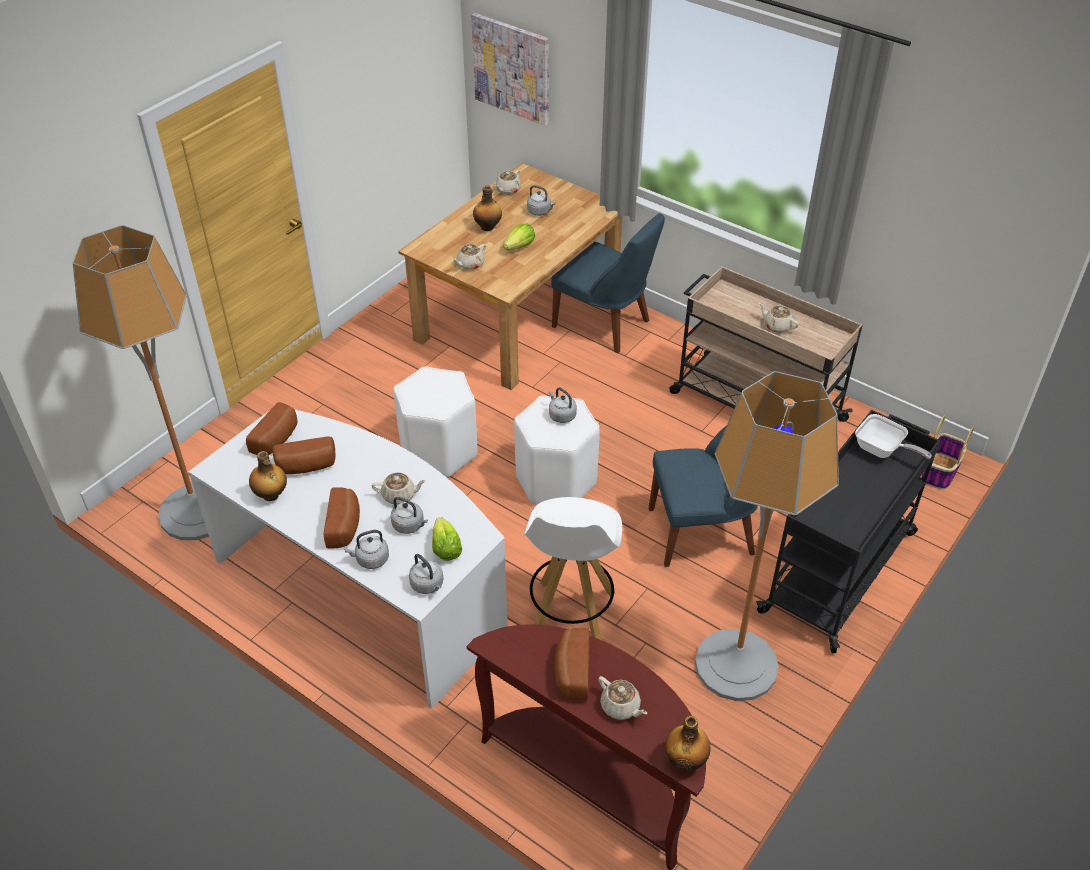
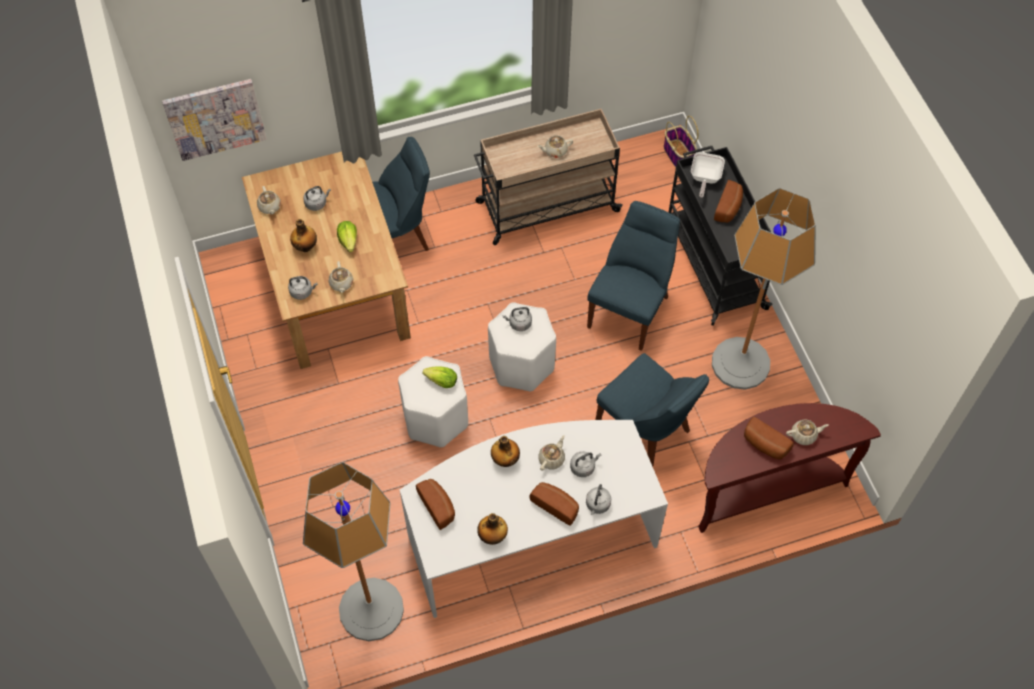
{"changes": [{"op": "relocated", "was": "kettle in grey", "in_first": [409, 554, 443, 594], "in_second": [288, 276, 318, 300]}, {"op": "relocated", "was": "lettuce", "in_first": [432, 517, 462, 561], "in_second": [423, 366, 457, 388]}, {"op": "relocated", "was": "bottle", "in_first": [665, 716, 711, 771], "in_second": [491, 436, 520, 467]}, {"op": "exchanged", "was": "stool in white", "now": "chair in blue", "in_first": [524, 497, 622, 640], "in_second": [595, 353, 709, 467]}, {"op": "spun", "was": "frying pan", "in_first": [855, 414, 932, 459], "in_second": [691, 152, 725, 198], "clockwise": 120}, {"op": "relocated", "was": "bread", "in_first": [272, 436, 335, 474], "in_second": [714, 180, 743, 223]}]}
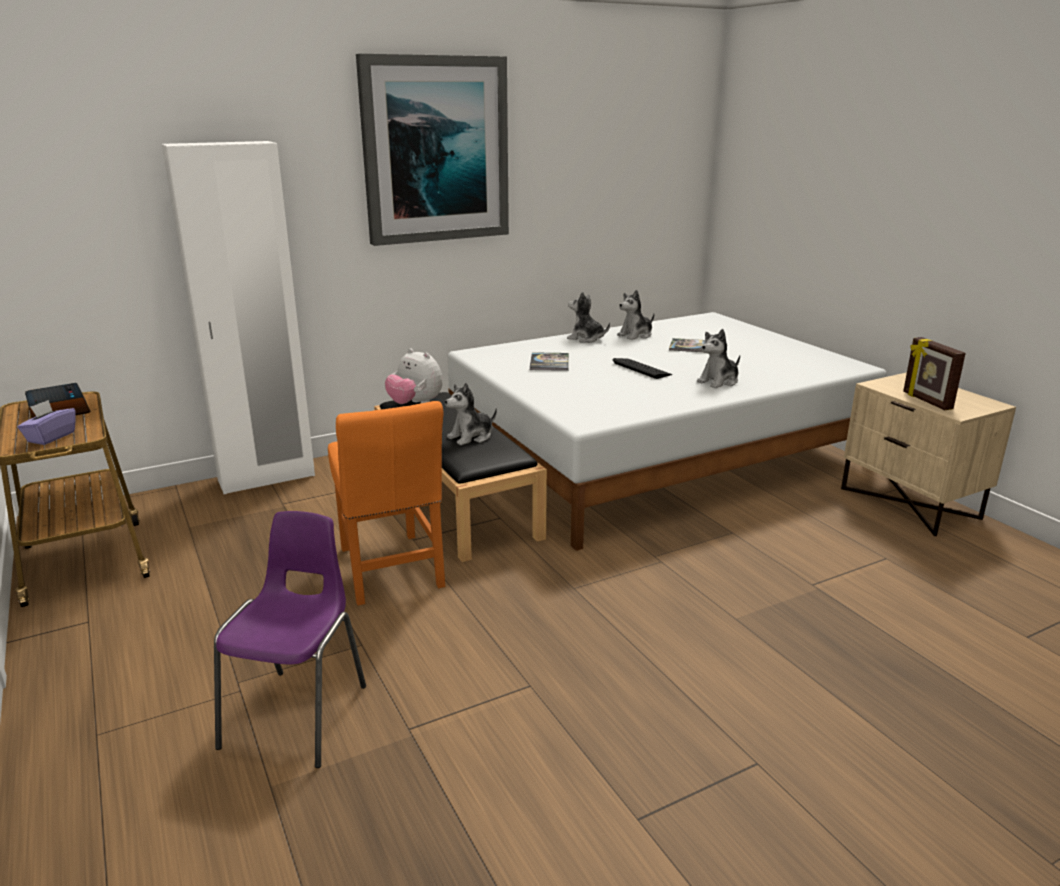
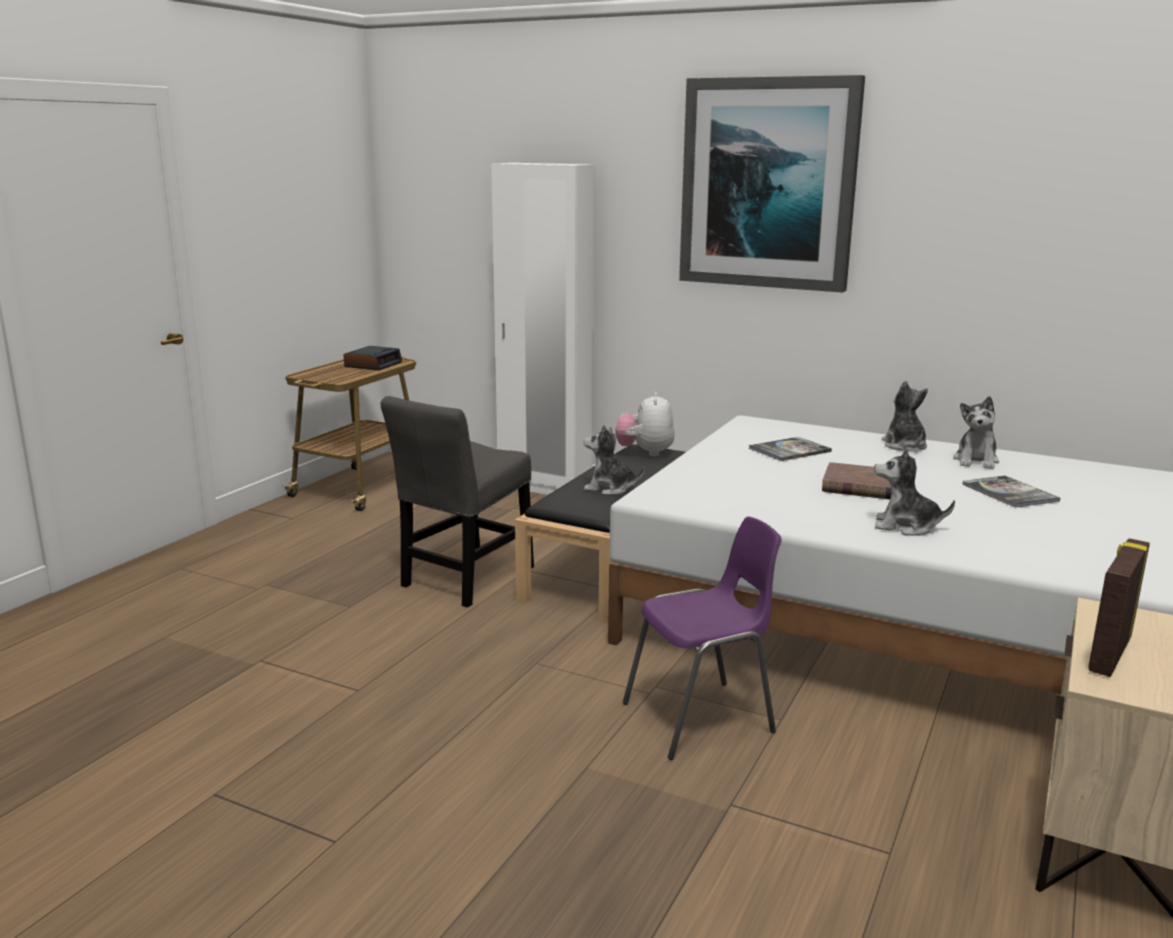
{"changes": [{"op": "colour", "was": "chair in orange", "now": "chair in grey", "in_first": [328, 401, 445, 606], "in_second": [381, 396, 534, 607]}, {"op": "relocated", "was": "chair in purple", "in_first": [214, 511, 366, 768], "in_second": [623, 516, 782, 760]}, {"op": "exchanged", "was": "keyboard", "now": "book in brown", "in_first": [613, 358, 673, 379], "in_second": [822, 462, 891, 499]}, {"op": "spun", "was": "plush toy", "in_first": [617, 290, 654, 340], "in_second": [953, 396, 999, 469], "clockwise": -90}, {"op": "missing", "was": "tissue box in purple", "in_first": [17, 400, 75, 445]}]}
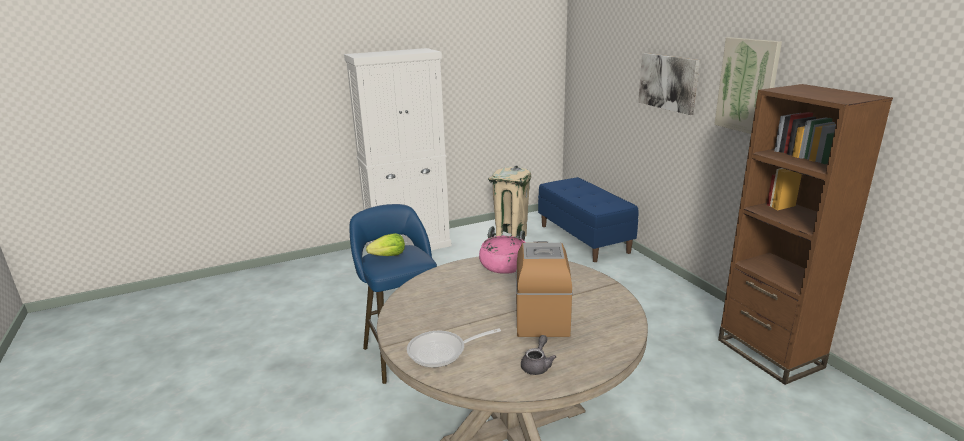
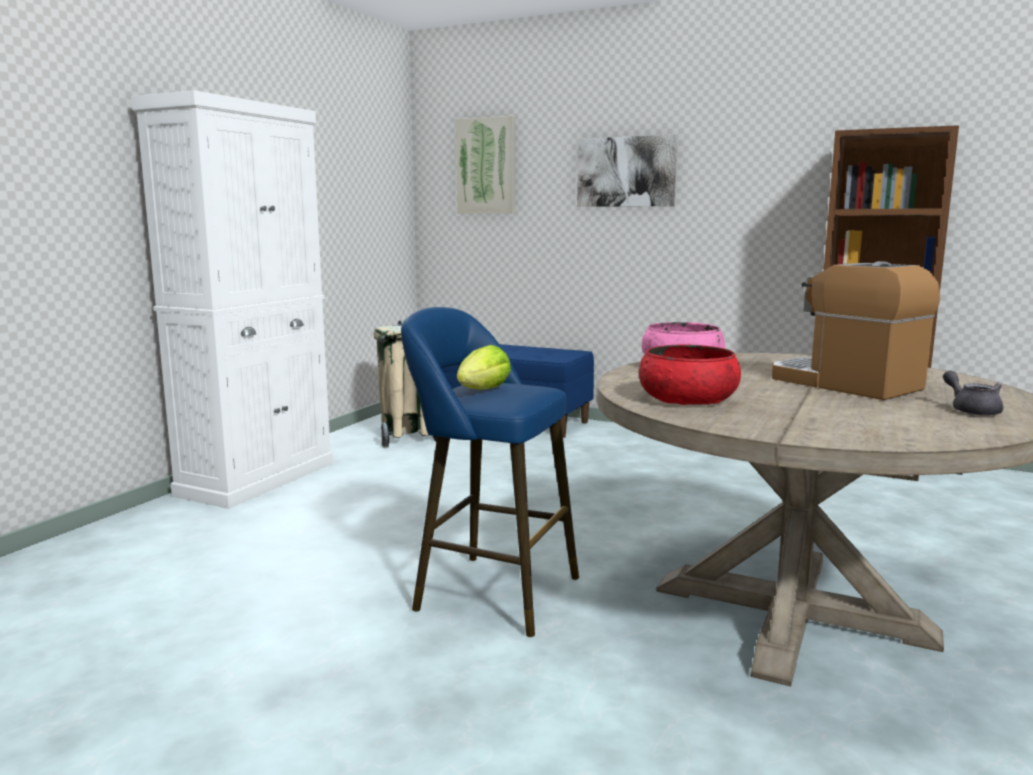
{"changes": [{"op": "relocated", "was": "picture", "in_first": [714, 37, 782, 134], "in_second": [456, 116, 515, 214]}, {"op": "appeared", "now": "bowl in red", "in_second": [639, 344, 741, 405]}, {"op": "missing", "was": "frying pan", "in_first": [407, 328, 501, 368]}]}
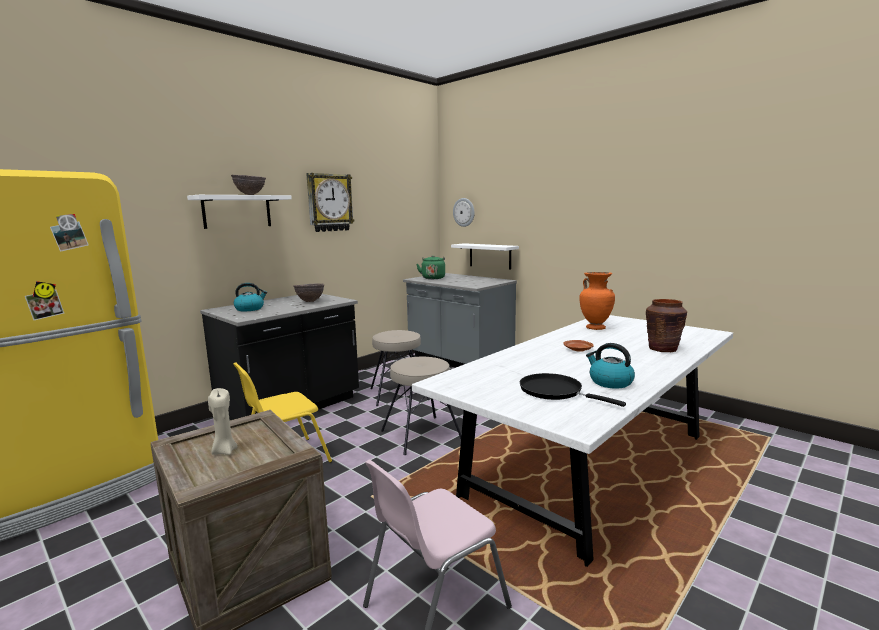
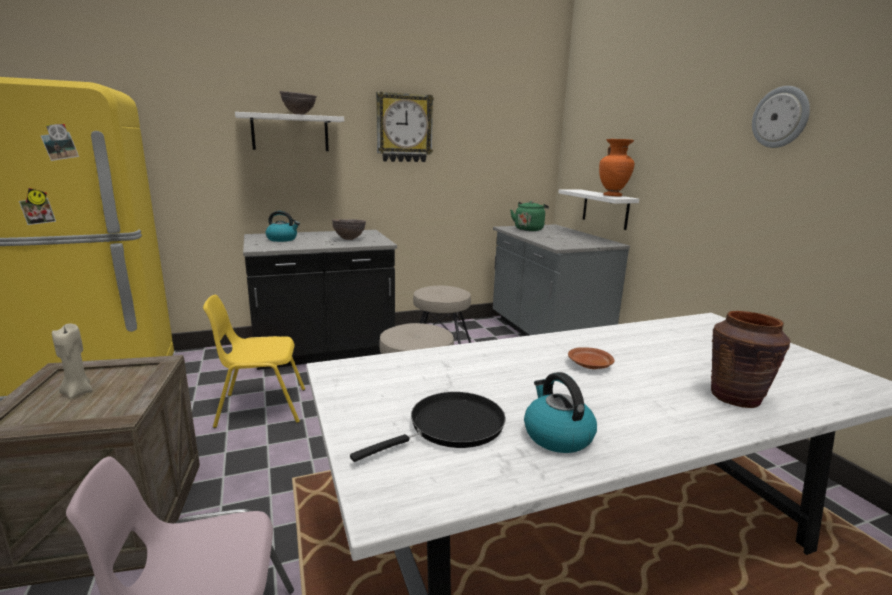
{"changes": [{"op": "spun", "was": "frying pan in black", "in_first": [520, 373, 626, 407], "in_second": [350, 392, 506, 462], "clockwise": 75}, {"op": "relocated", "was": "vase in orange", "in_first": [579, 272, 615, 330], "in_second": [599, 139, 634, 197]}, {"op": "relocated", "was": "wall clock", "in_first": [453, 198, 475, 227], "in_second": [752, 86, 810, 148]}]}
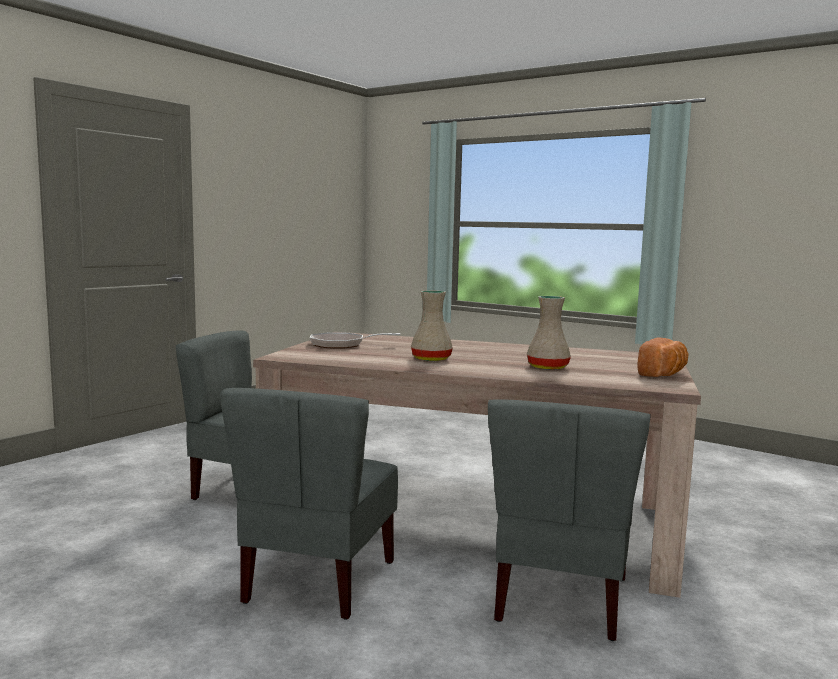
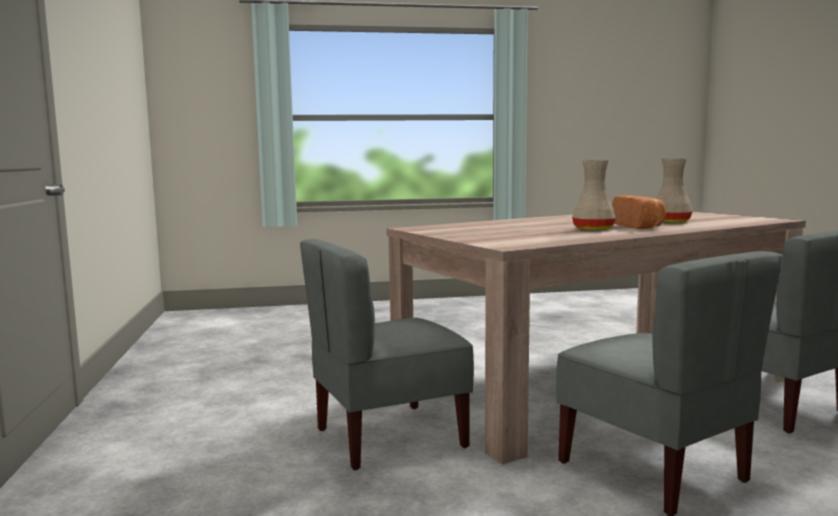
{"changes": [{"op": "relocated", "was": "bread", "in_first": [637, 337, 689, 377], "in_second": [612, 195, 666, 229]}, {"op": "missing", "was": "frying pan", "in_first": [310, 332, 400, 349]}]}
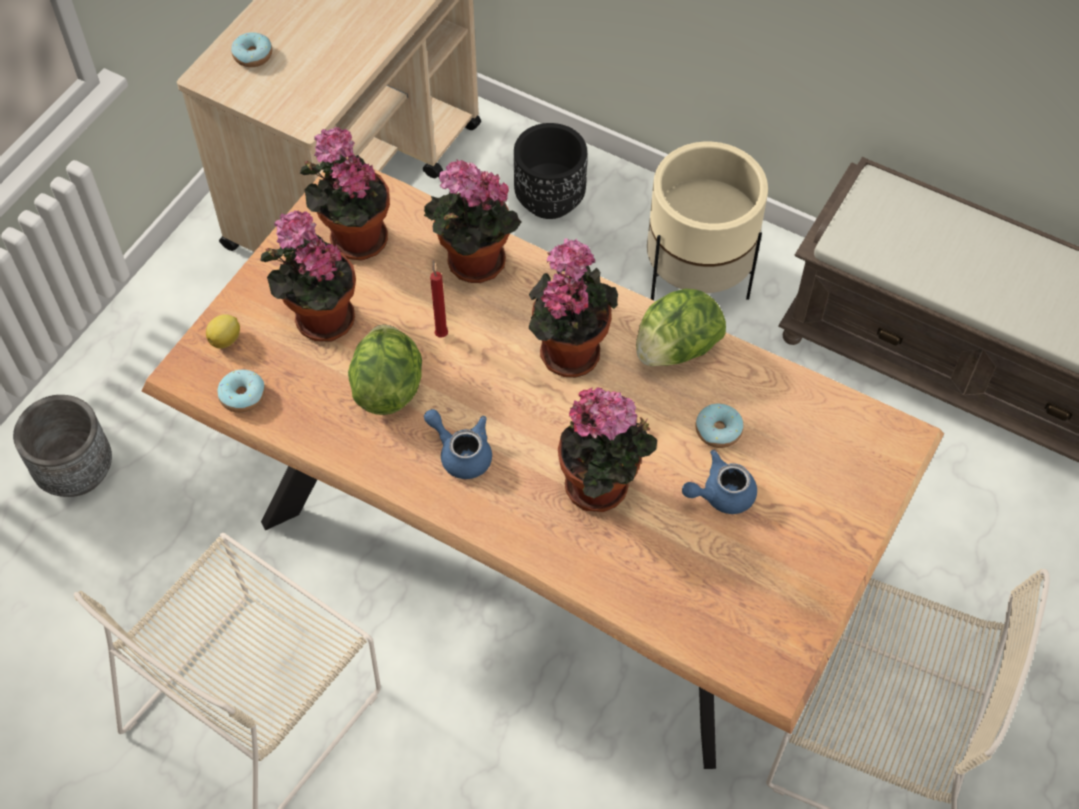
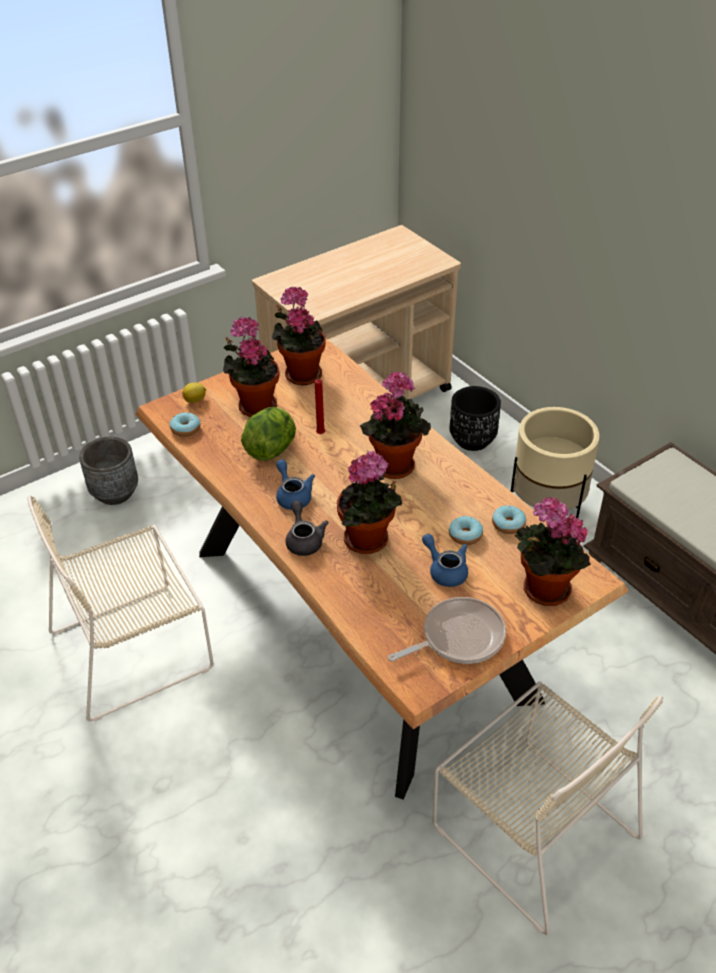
{"changes": [{"op": "appeared", "now": "teapot in grey", "in_second": [286, 501, 329, 556]}, {"op": "appeared", "now": "frying pan", "in_second": [388, 597, 506, 664]}, {"op": "spun", "was": "teapot in blue", "in_first": [682, 450, 757, 514], "in_second": [422, 534, 468, 587], "clockwise": 45}, {"op": "relocated", "was": "donut", "in_first": [231, 32, 272, 67], "in_second": [492, 505, 526, 534]}, {"op": "relocated", "was": "potted plant", "in_first": [423, 159, 522, 283], "in_second": [515, 497, 591, 606]}, {"op": "missing", "was": "lettuce", "in_first": [636, 289, 726, 366]}]}
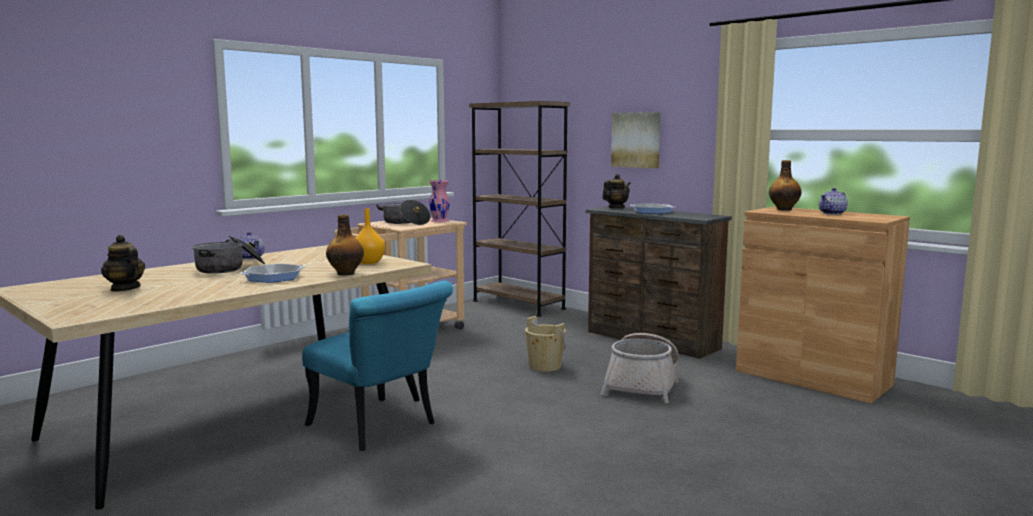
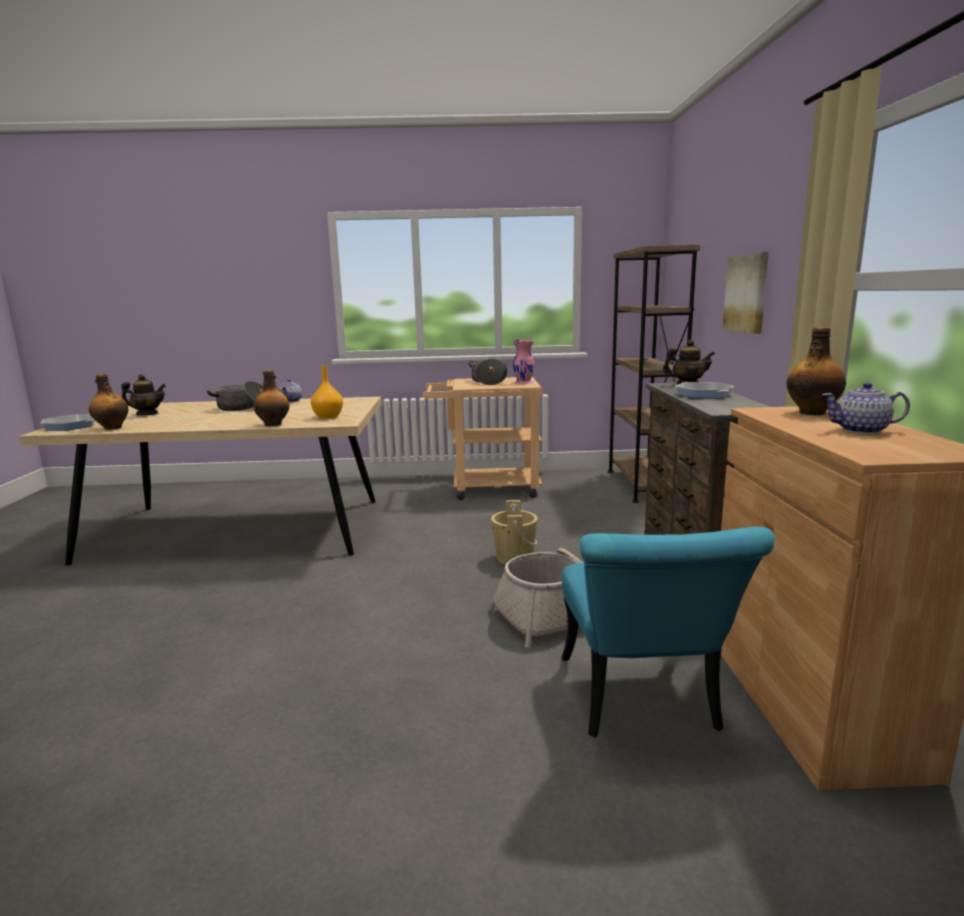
{"changes": [{"op": "relocated", "was": "frying pan", "in_first": [240, 264, 306, 283], "in_second": [40, 414, 95, 431]}, {"op": "appeared", "now": "bottle", "in_second": [89, 374, 128, 430]}, {"op": "spun", "was": "teapot", "in_first": [101, 235, 145, 292], "in_second": [121, 374, 166, 415], "clockwise": 90}, {"op": "relocated", "was": "chair in turquoise", "in_first": [302, 281, 453, 451], "in_second": [561, 527, 775, 737]}]}
